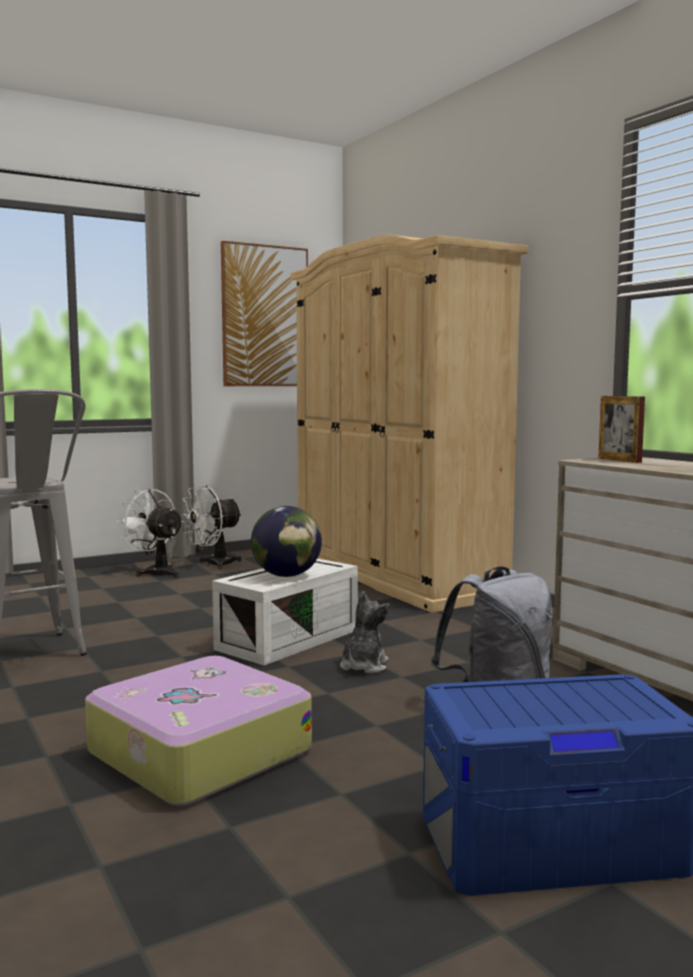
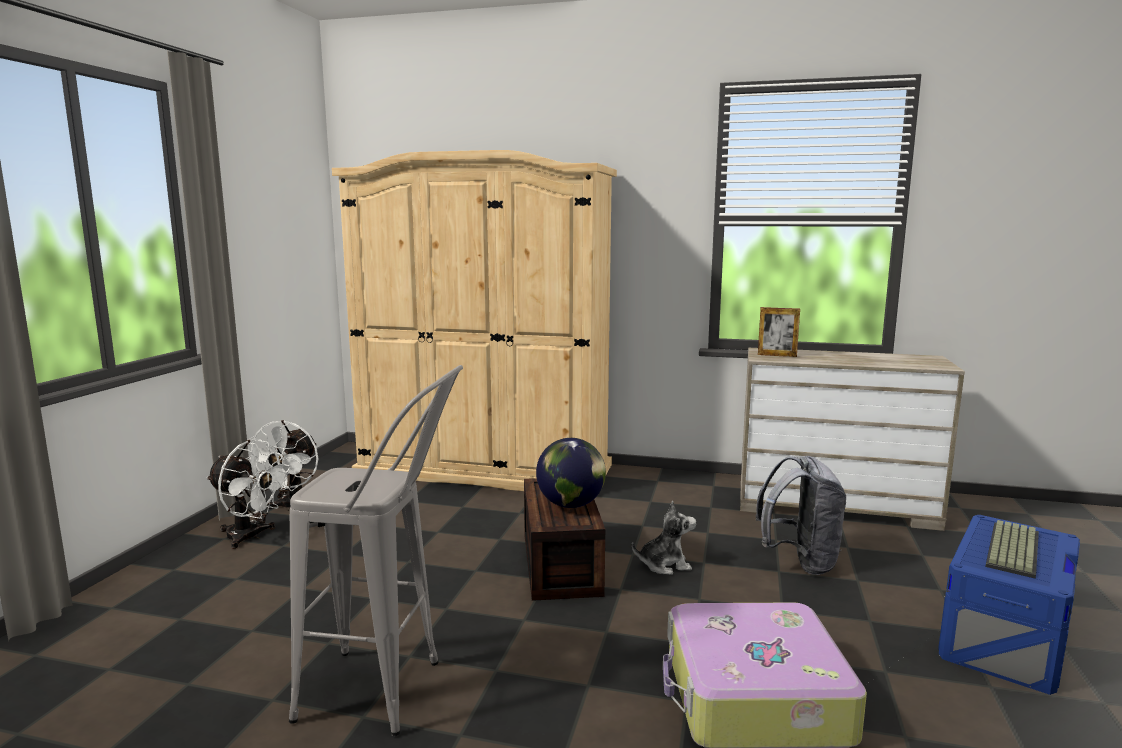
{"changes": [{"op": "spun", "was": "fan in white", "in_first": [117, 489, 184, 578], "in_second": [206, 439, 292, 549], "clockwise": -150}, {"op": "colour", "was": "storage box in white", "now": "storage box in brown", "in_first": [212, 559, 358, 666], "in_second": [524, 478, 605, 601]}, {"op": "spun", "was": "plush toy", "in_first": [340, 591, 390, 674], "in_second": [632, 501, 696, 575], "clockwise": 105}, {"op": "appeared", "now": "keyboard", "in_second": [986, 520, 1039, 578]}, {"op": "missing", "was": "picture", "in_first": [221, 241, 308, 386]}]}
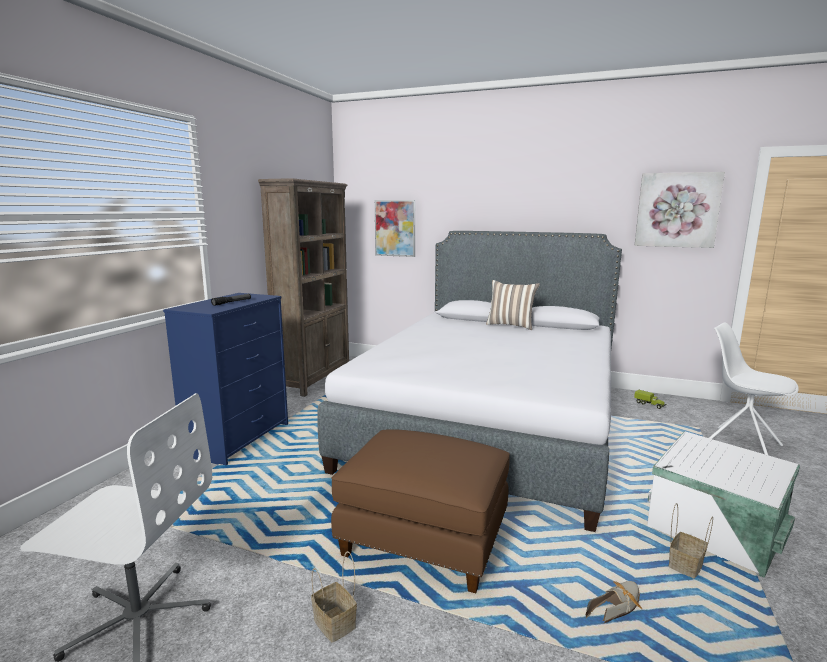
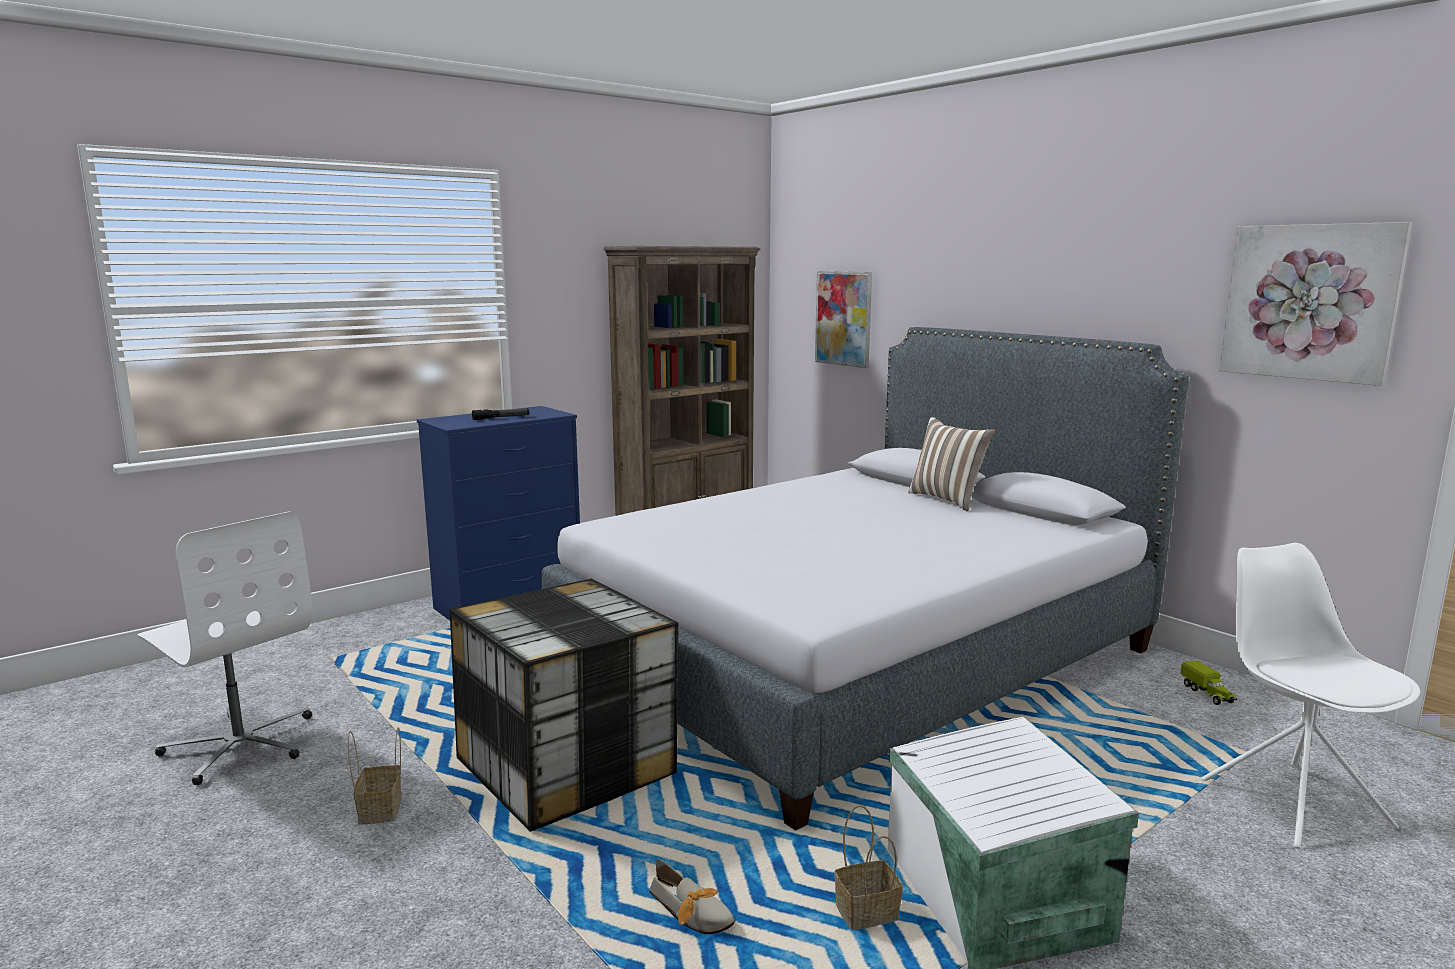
{"changes": [{"op": "exchanged", "was": "ottoman in brown", "now": "storage box", "in_first": [331, 429, 510, 593], "in_second": [450, 579, 679, 832]}, {"op": "spun", "was": "shoe", "in_first": [586, 581, 642, 623], "in_second": [649, 858, 735, 934], "clockwise": 45}]}
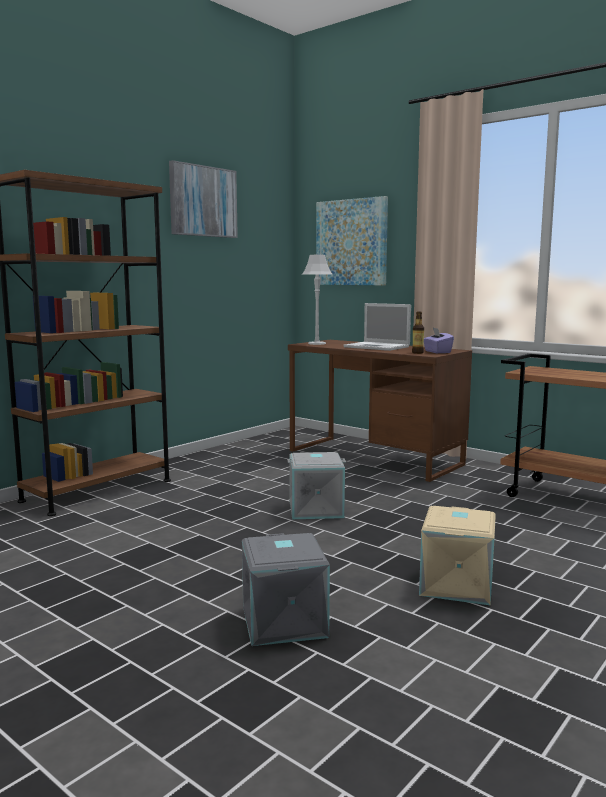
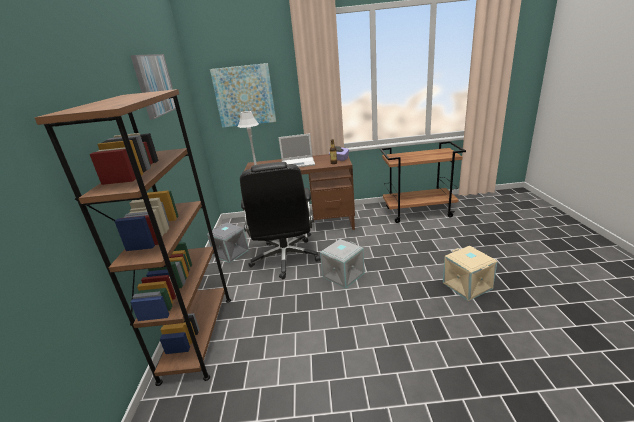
{"changes": [{"op": "relocated", "was": "storage box in grey", "in_first": [242, 533, 330, 646], "in_second": [207, 223, 249, 263]}, {"op": "appeared", "now": "office chair in black", "in_second": [240, 162, 320, 279]}]}
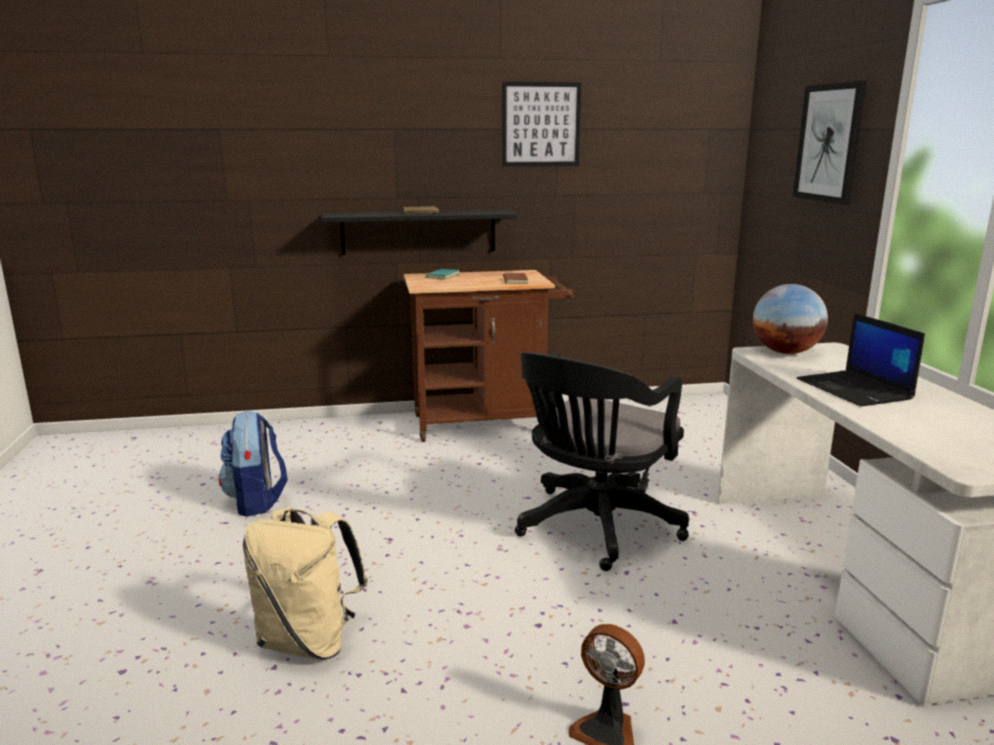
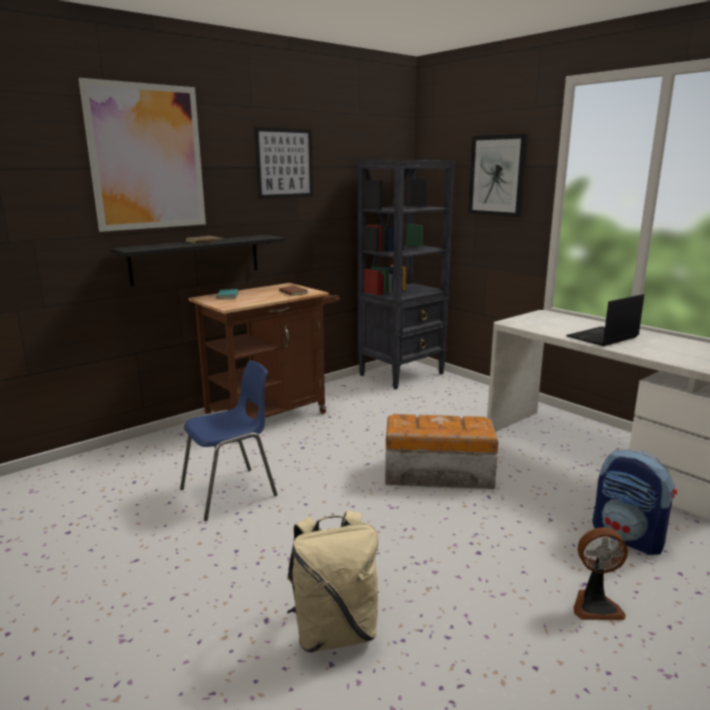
{"changes": [{"op": "appeared", "now": "picture", "in_second": [78, 78, 206, 232]}, {"op": "appeared", "now": "chair in blue", "in_second": [180, 360, 277, 521]}, {"op": "appeared", "now": "bookcase in black", "in_second": [358, 160, 455, 389]}, {"op": "exchanged", "was": "office chair in black", "now": "storage box", "in_first": [515, 352, 689, 571], "in_second": [385, 414, 498, 489]}, {"op": "spun", "was": "laptop", "in_first": [797, 313, 925, 407], "in_second": [566, 294, 644, 346], "clockwise": 105}, {"op": "relocated", "was": "backpack", "in_first": [219, 410, 288, 517], "in_second": [592, 450, 677, 555]}, {"op": "missing", "was": "globe", "in_first": [753, 284, 828, 354]}]}
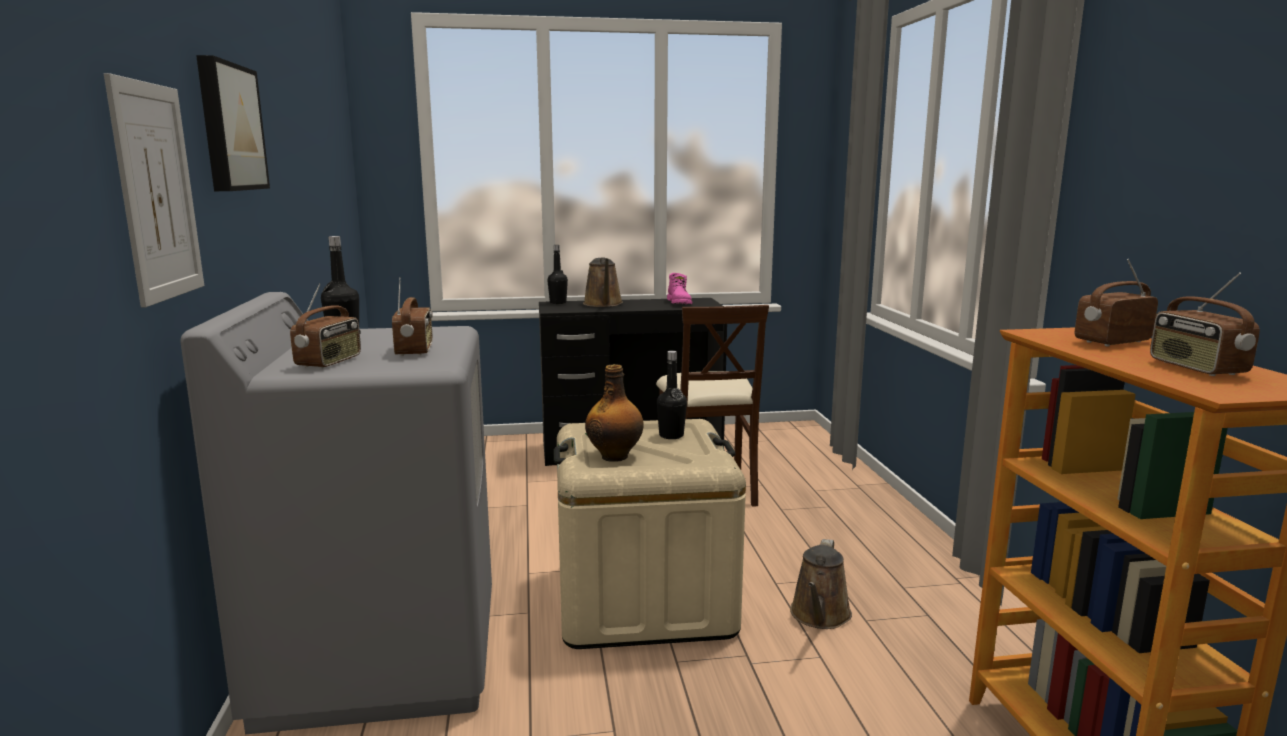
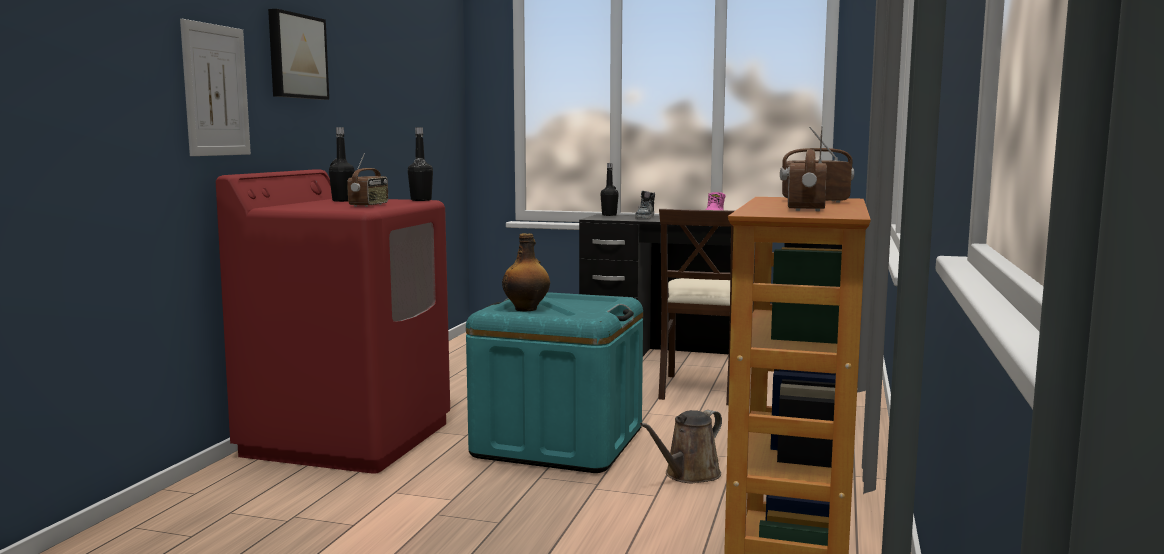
{"changes": [{"op": "colour", "was": "washing machine in grey", "now": "washing machine in red", "in_first": [180, 292, 492, 734], "in_second": [216, 170, 450, 474]}, {"op": "relocated", "was": "bottle in black", "in_first": [657, 351, 687, 439], "in_second": [408, 127, 433, 201]}, {"op": "colour", "was": "storage box in beige", "now": "storage box in turquoise", "in_first": [554, 419, 746, 649], "in_second": [466, 292, 643, 473]}, {"op": "exchanged", "was": "watering can in brown", "now": "shoe", "in_first": [583, 257, 623, 307], "in_second": [635, 191, 655, 219]}, {"op": "missing", "was": "radio", "in_first": [290, 284, 361, 368]}]}
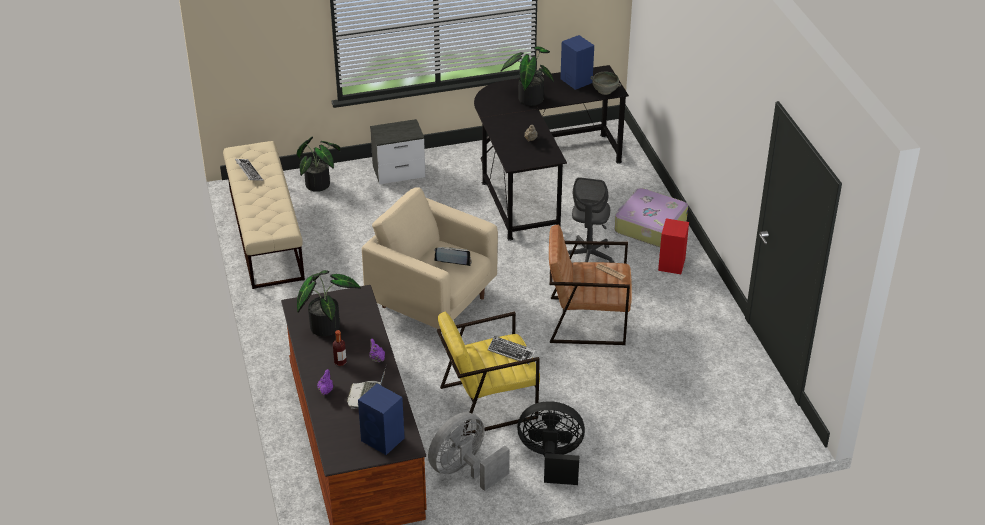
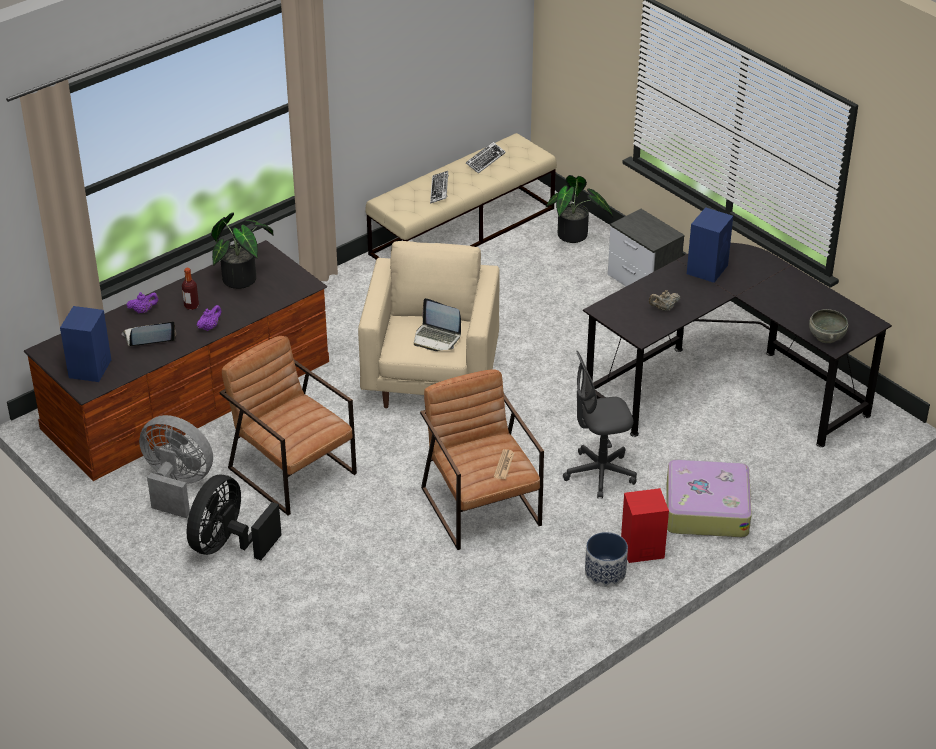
{"changes": [{"op": "spun", "was": "fan in black", "in_first": [517, 401, 585, 485], "in_second": [187, 475, 282, 560], "clockwise": -135}, {"op": "colour", "was": "armchair in yellow", "now": "armchair in brown", "in_first": [437, 311, 540, 436], "in_second": [220, 336, 357, 515]}, {"op": "spun", "was": "laptop", "in_first": [434, 247, 472, 266], "in_second": [414, 298, 461, 351], "clockwise": 135}, {"op": "relocated", "was": "keyboard", "in_first": [488, 336, 536, 364], "in_second": [430, 171, 449, 204]}, {"op": "appeared", "now": "planter", "in_second": [585, 532, 628, 587]}, {"op": "relocated", "was": "speaker in blue", "in_first": [560, 35, 594, 90], "in_second": [687, 207, 733, 283]}, {"op": "missing", "was": "potted plant", "in_first": [501, 47, 554, 106]}]}
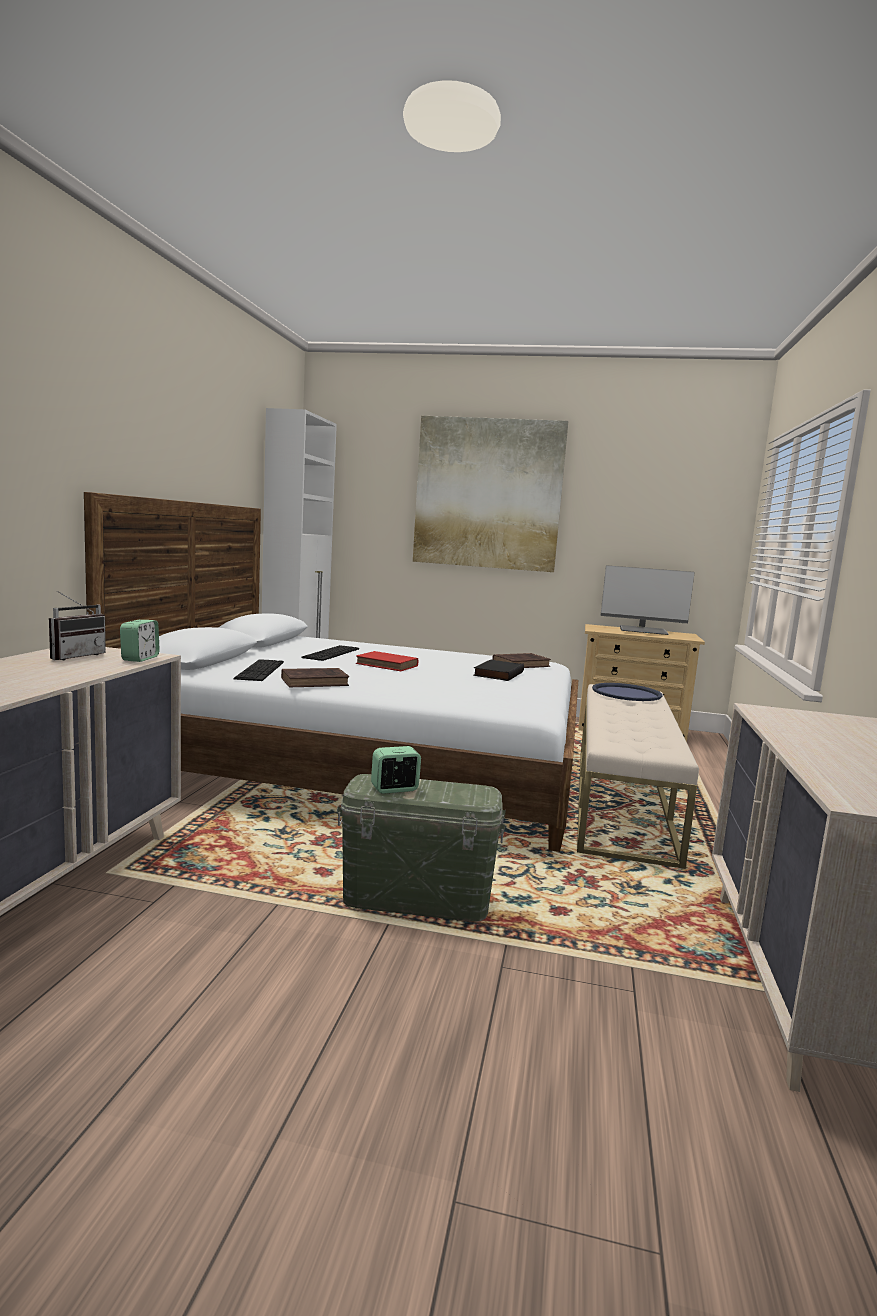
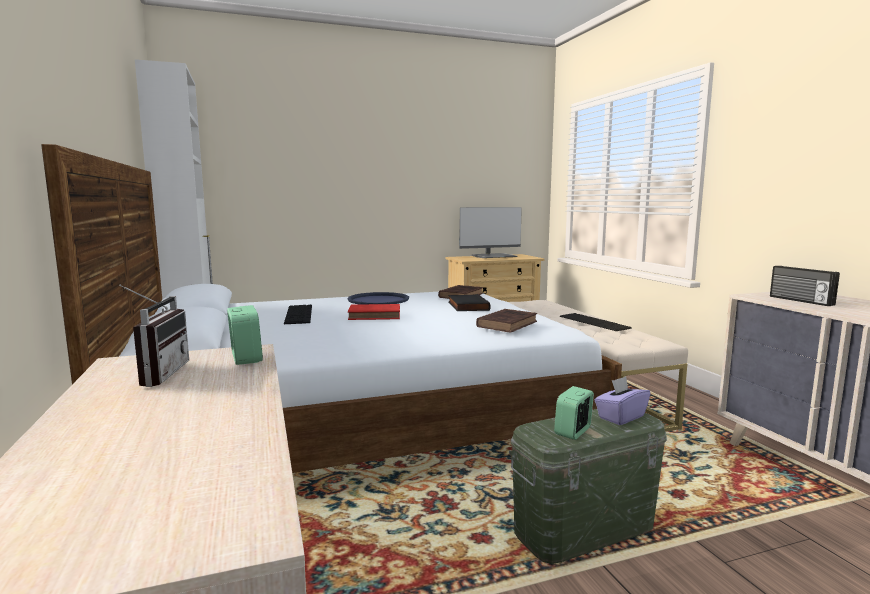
{"changes": [{"op": "relocated", "was": "tray in blue", "in_first": [592, 683, 662, 701], "in_second": [348, 292, 409, 305]}, {"op": "relocated", "was": "book in brown", "in_first": [281, 668, 349, 687], "in_second": [476, 309, 537, 333]}, {"op": "relocated", "was": "keyboard", "in_first": [234, 659, 284, 681], "in_second": [560, 313, 632, 331]}, {"op": "appeared", "now": "tissue box in purple", "in_second": [595, 376, 651, 425]}, {"op": "appeared", "now": "radio", "in_second": [770, 266, 840, 306]}, {"op": "missing", "was": "picture", "in_first": [413, 416, 568, 572]}]}
